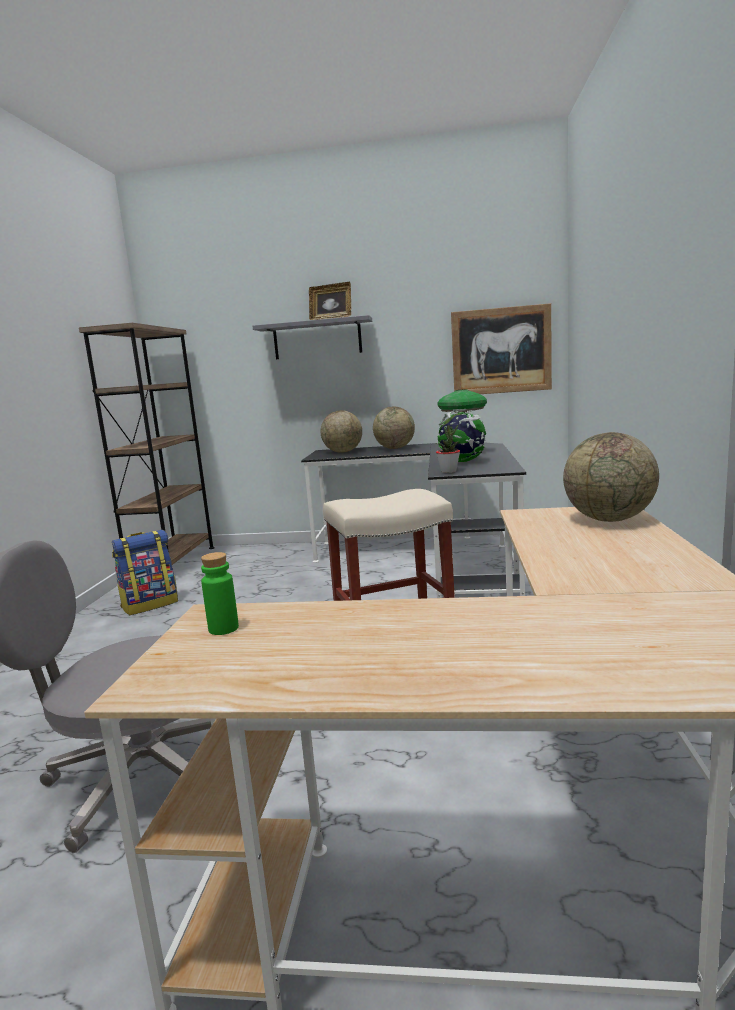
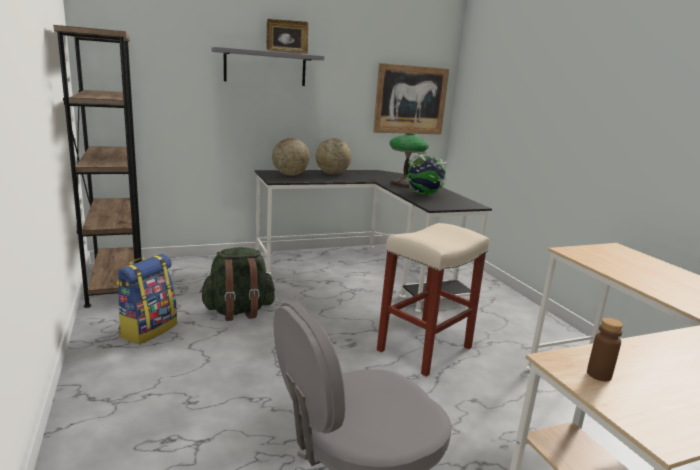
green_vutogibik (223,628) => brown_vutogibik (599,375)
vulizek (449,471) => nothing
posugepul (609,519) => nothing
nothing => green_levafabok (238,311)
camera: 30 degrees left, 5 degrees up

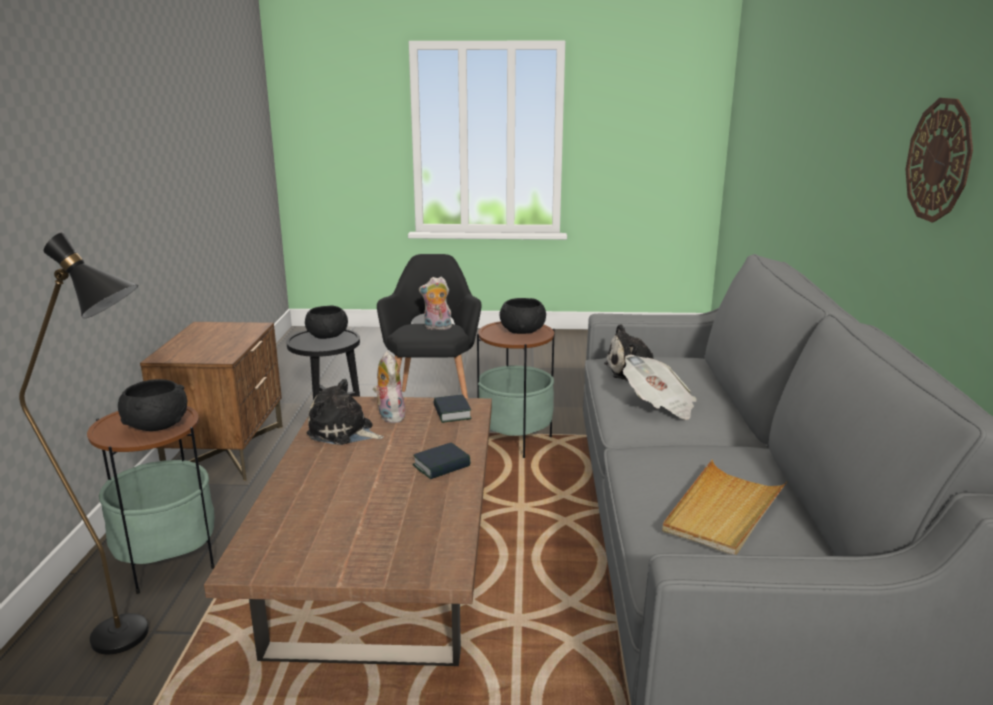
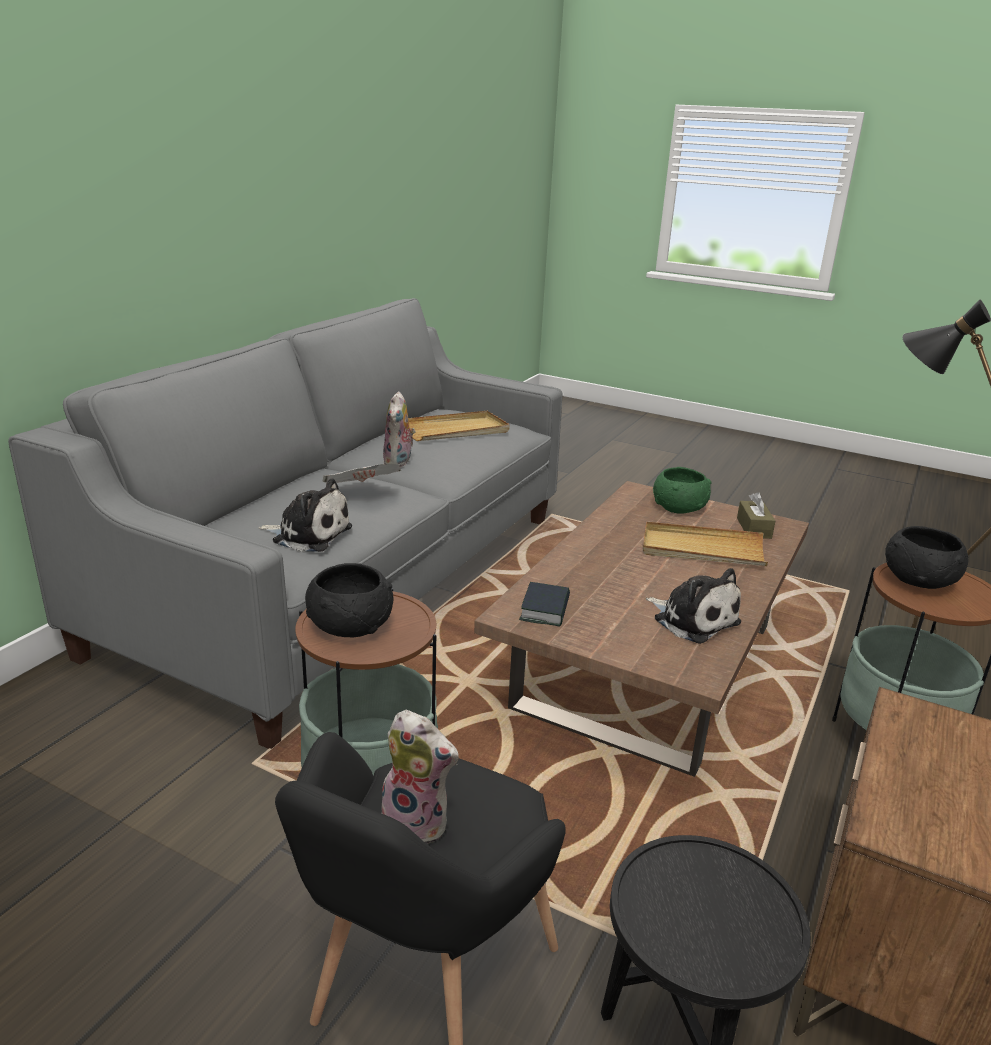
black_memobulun (327,335) => nothing
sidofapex (389,416) => sidofapex (399,462), shifted
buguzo (441,466) => nothing
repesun (939,160) => nothing
nothing => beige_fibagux (702,549)
nothing => green_memobulun (678,507)
nothing => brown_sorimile (754,528)
camera: 155 degrees left, 5 degrees up

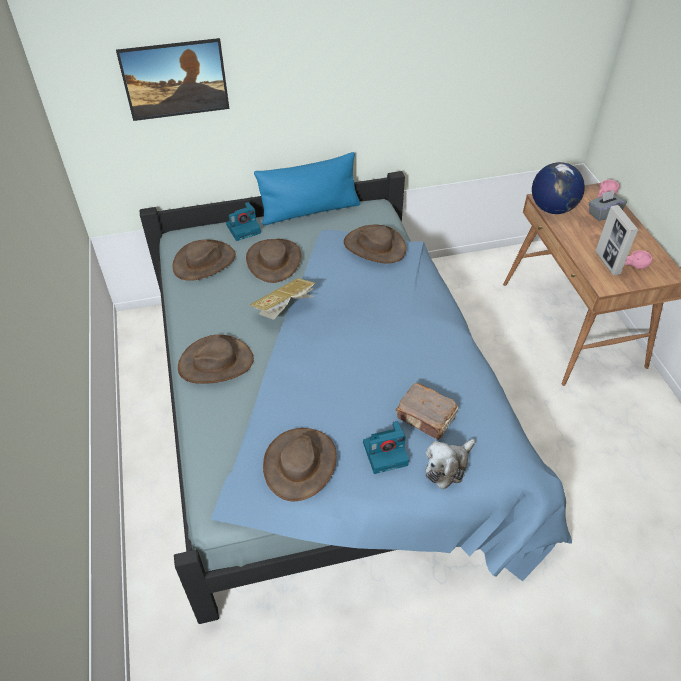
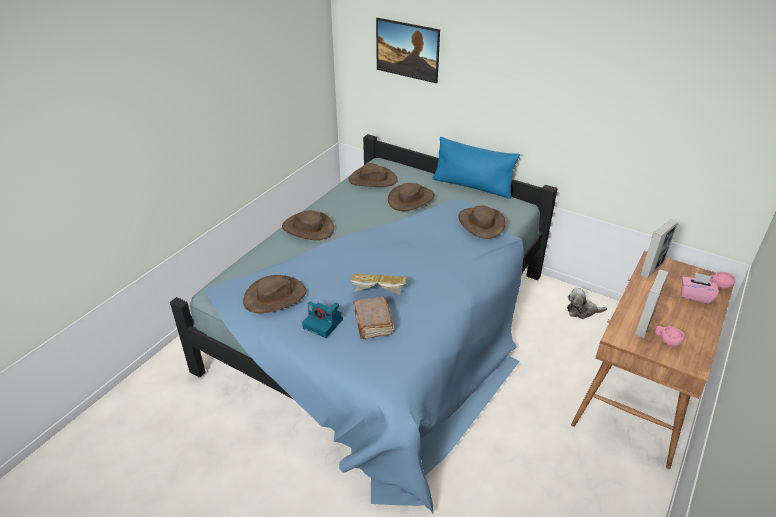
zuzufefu (244,228) => nothing
buguzo (284,308) => buguzo (378,292), shifted
sidofapex (448,467) => sidofapex (582,311), shifted
posugepul (552,208) => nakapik (651,269)
grey_sorimile (603,213) => pink_sorimile (695,296)
camera: 45 degrees right, 10 degrees down

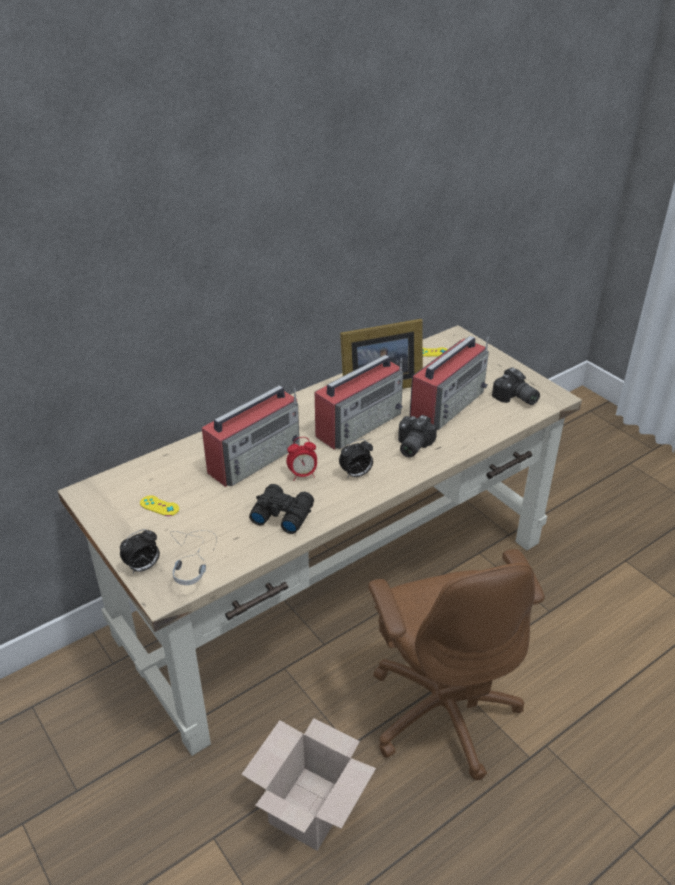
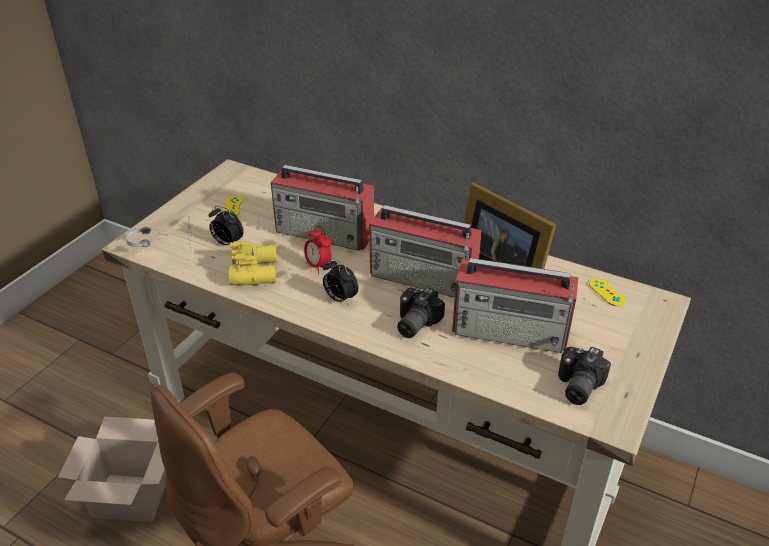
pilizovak (143,567) => pilizovak (227,243), shifted
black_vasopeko (281,514) => yellow_vasopeko (256,271)
zuzufefu (411,446) => zuzufefu (413,323), 60 degrees counterclockwise
camera: 65 degrees right, 0 degrees up

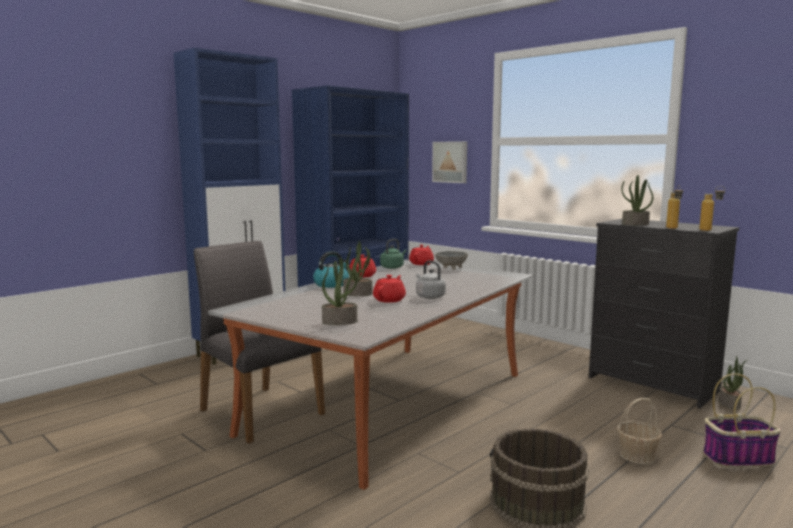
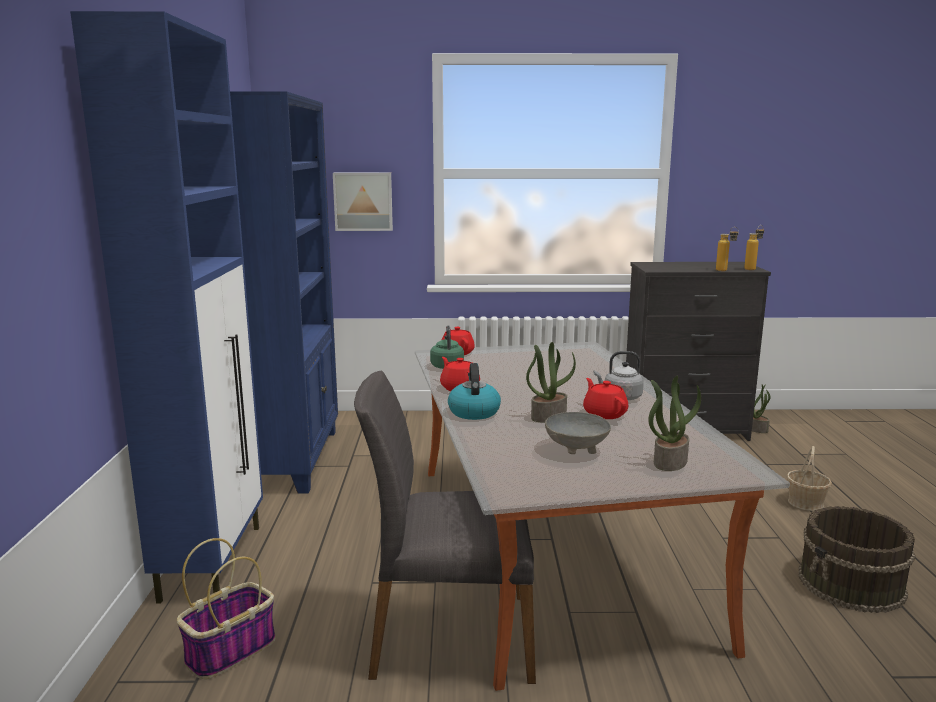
grey_memobulun (451,268) => grey_memobulun (575,449), shifted
vulizek (635,224) => nothing
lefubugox (738,458) => lefubugox (231,650), shifted
camera: 45 degrees left, 5 degrees up

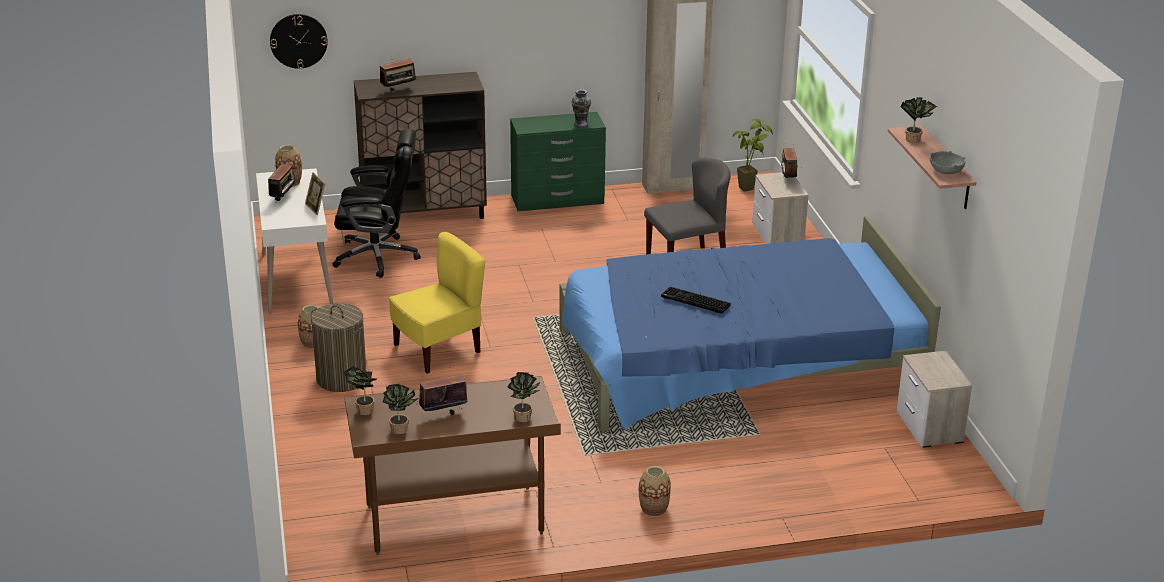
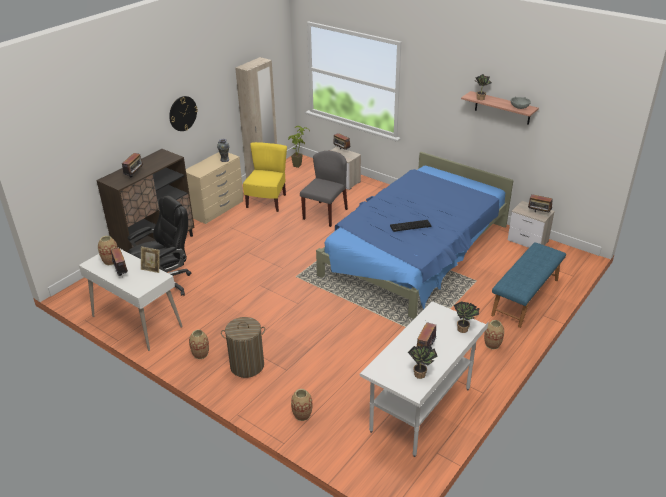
repesun (298,40) => repesun (182,113), shifted
vulizek (363,410) => nothing
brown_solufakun (454,520) => white_solufakun (421,410)
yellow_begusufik (438,350) => yellow_begusufik (267,201), shifted
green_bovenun (558,200) => beige_bovenun (217,209)
nothing => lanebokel (302,415)
nothing => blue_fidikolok (526,297)
nothing => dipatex (538,214)
camera: 40 degrees left, 5 degrees up

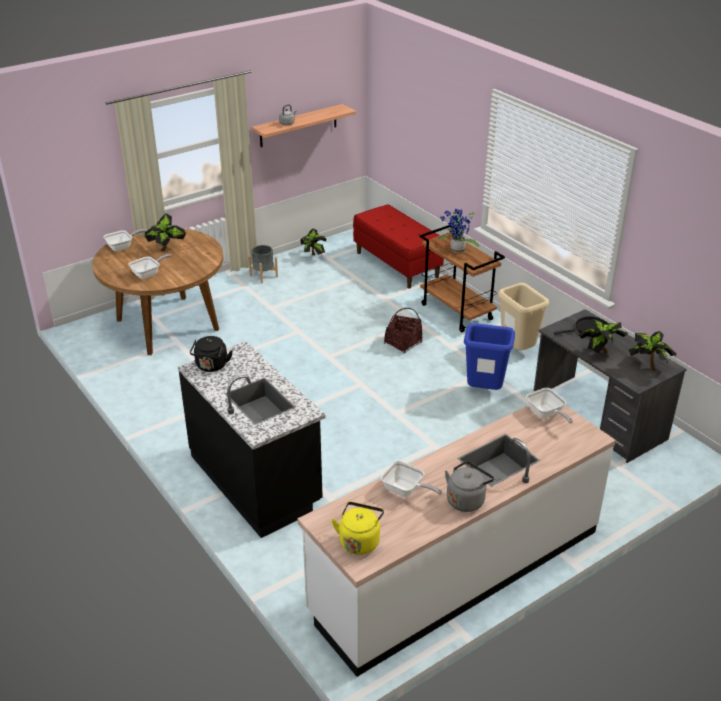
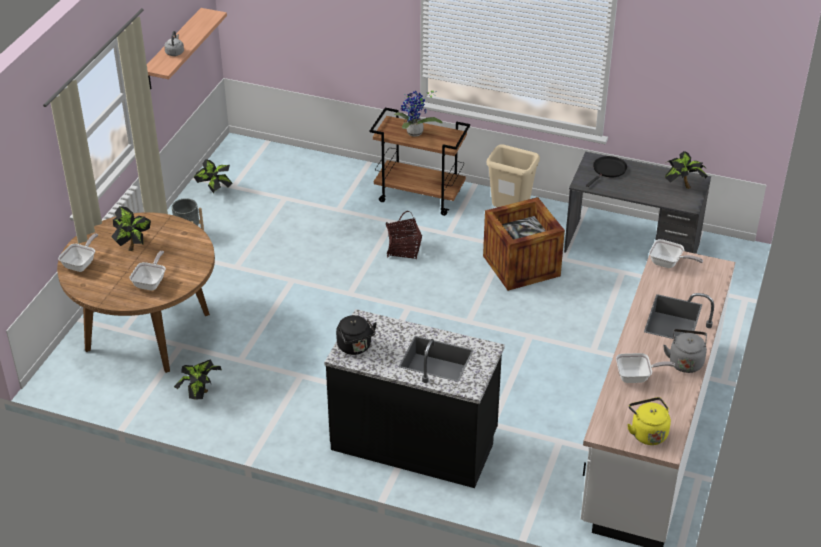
red_fidikolok (397,264) => nothing
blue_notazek (484,391) => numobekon (521,266)
vulizek (600,352) => vulizek (200,394), shifted
camera: 35 degrees left, 5 degrees up

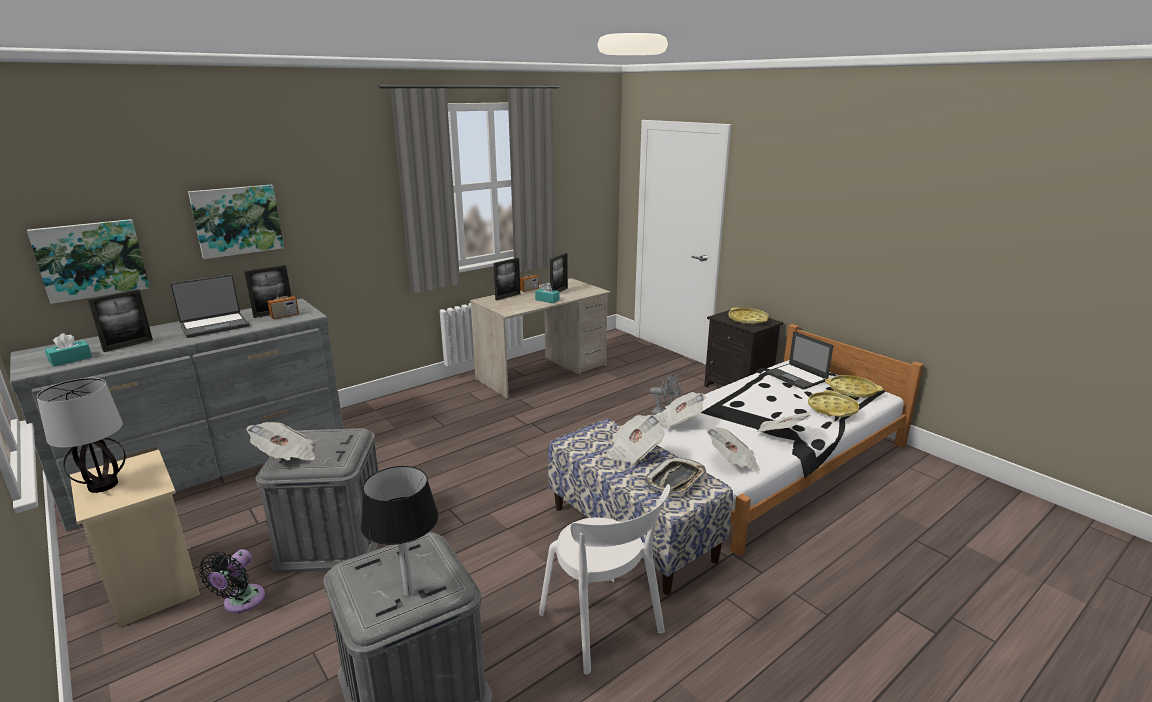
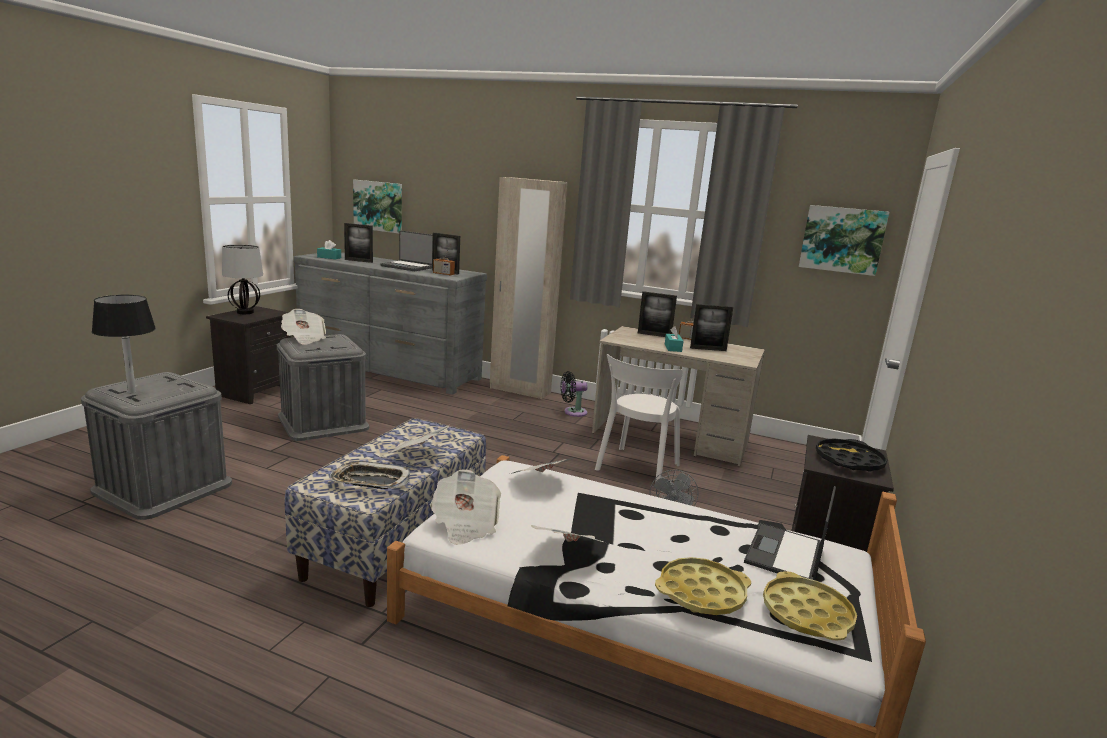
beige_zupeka (151,585) => black_zupeka (255,391)
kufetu (237,220) => kufetu (842,239), shifted
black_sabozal (241,602) => black_sabozal (572,412), shifted
white_begusufik (603,626) => white_begusufik (636,468), shifted
yellow_fibagux (747,320) => black_fibagux (848,461)
nothing => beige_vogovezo (520,390)
camera: 60 degrees right, 5 degrees down

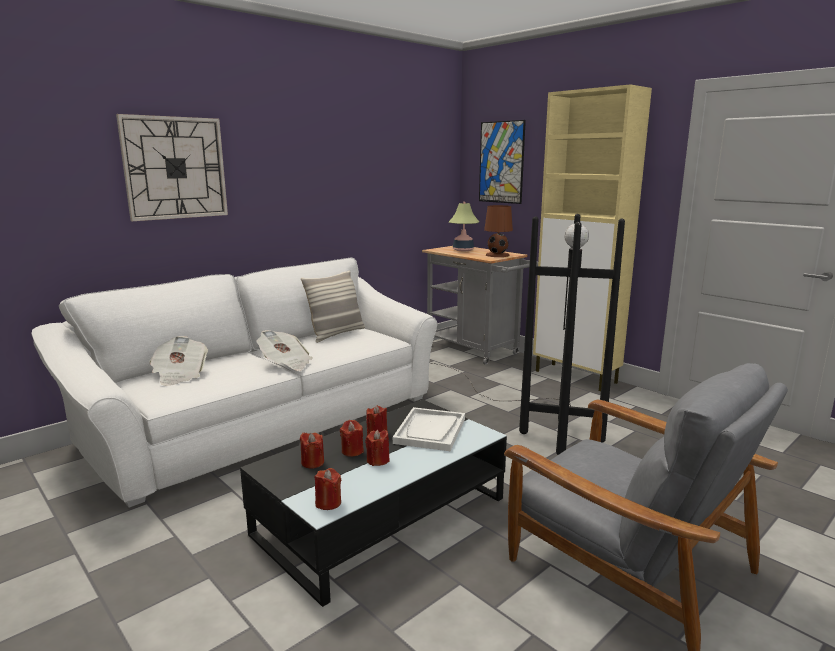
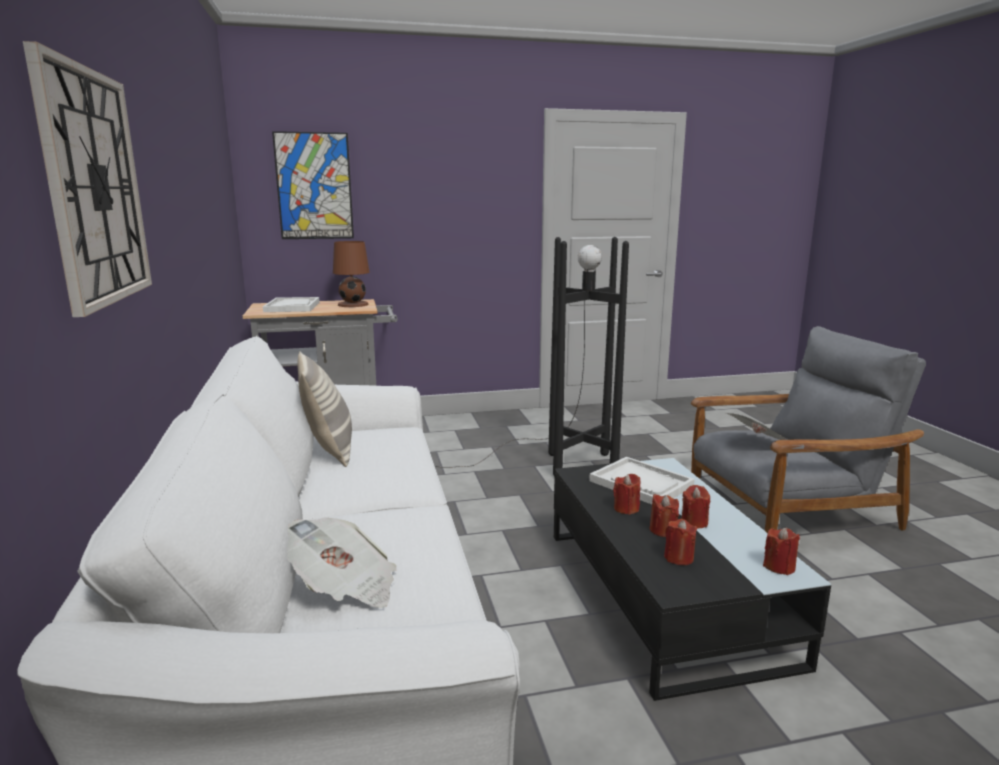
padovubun (286,363) => padovubun (758,444), shifted
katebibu (463,250) => white_fibagux (292,307)
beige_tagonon (576,377) => nothing
camera: 60 degrees left, 0 degrees up

